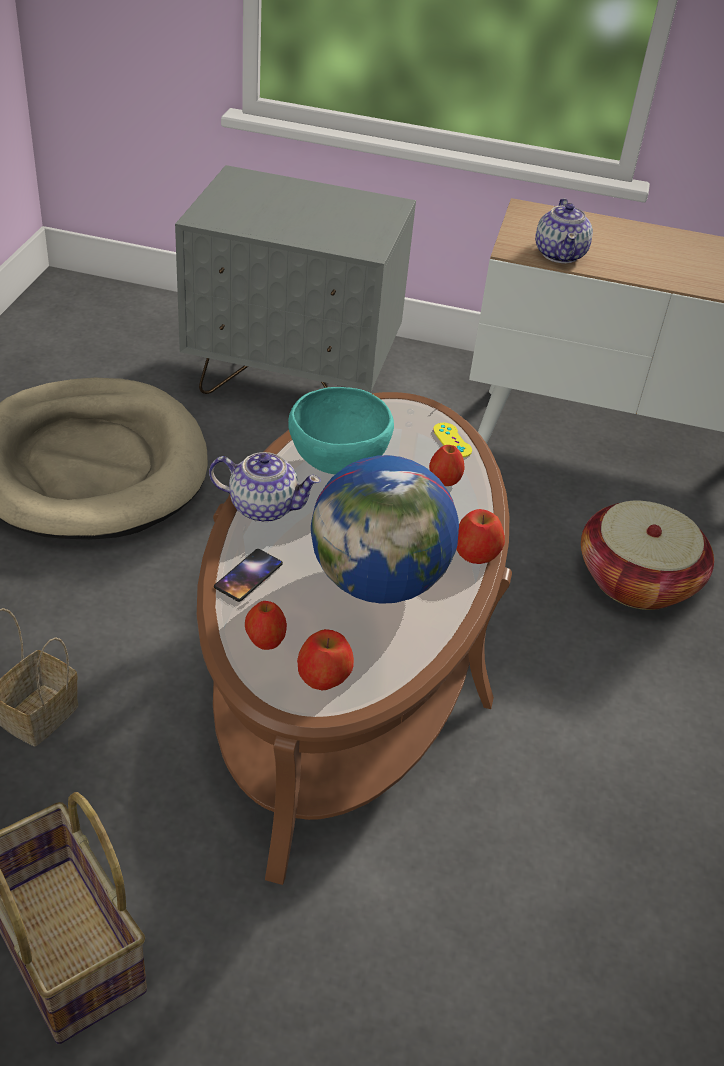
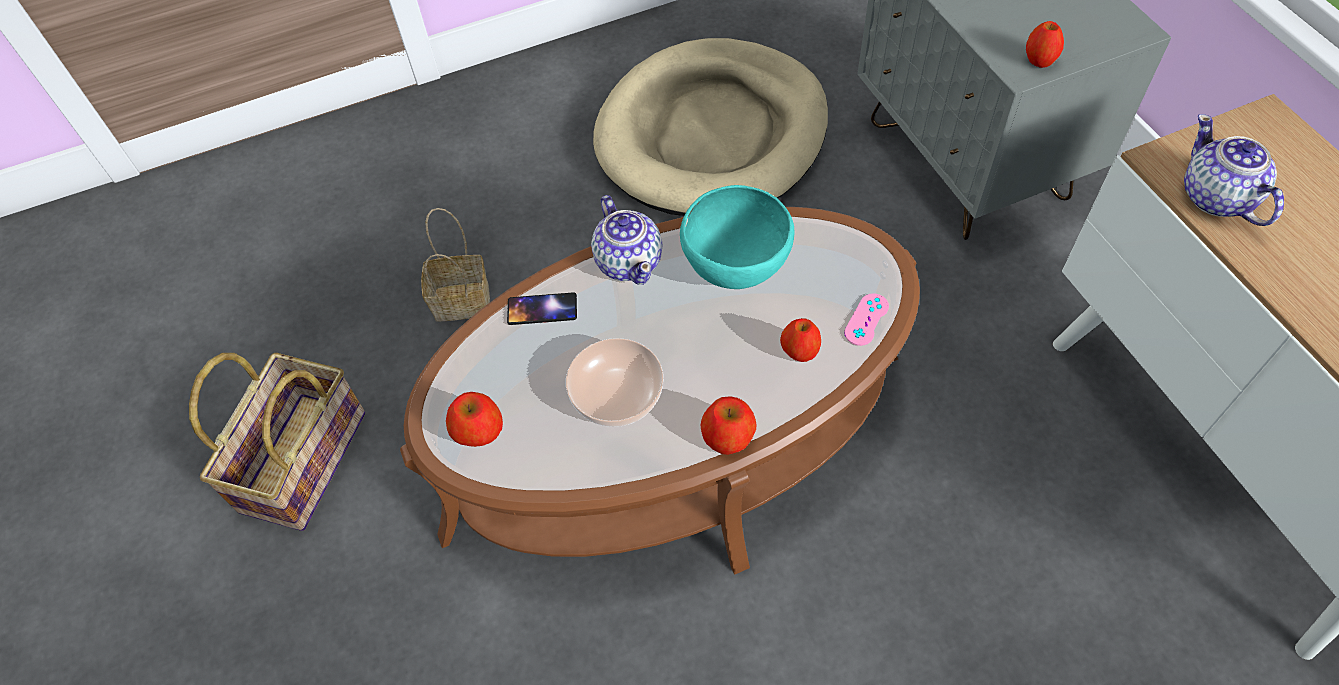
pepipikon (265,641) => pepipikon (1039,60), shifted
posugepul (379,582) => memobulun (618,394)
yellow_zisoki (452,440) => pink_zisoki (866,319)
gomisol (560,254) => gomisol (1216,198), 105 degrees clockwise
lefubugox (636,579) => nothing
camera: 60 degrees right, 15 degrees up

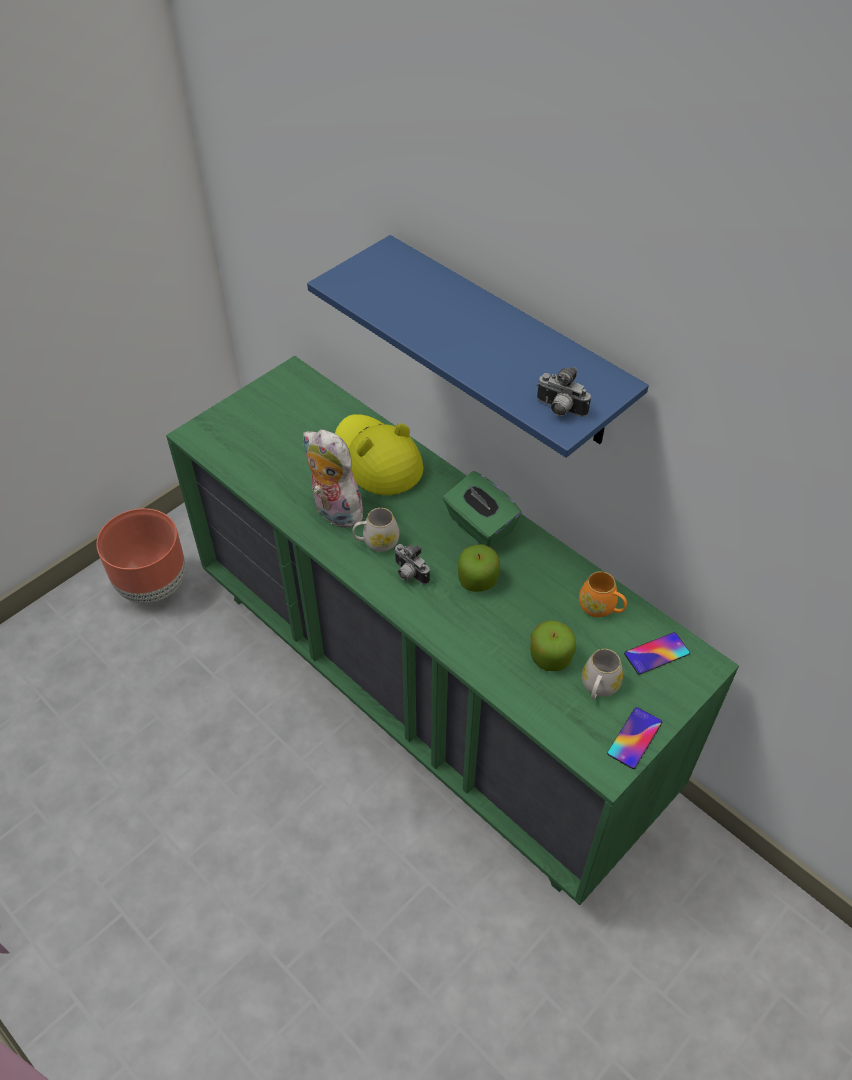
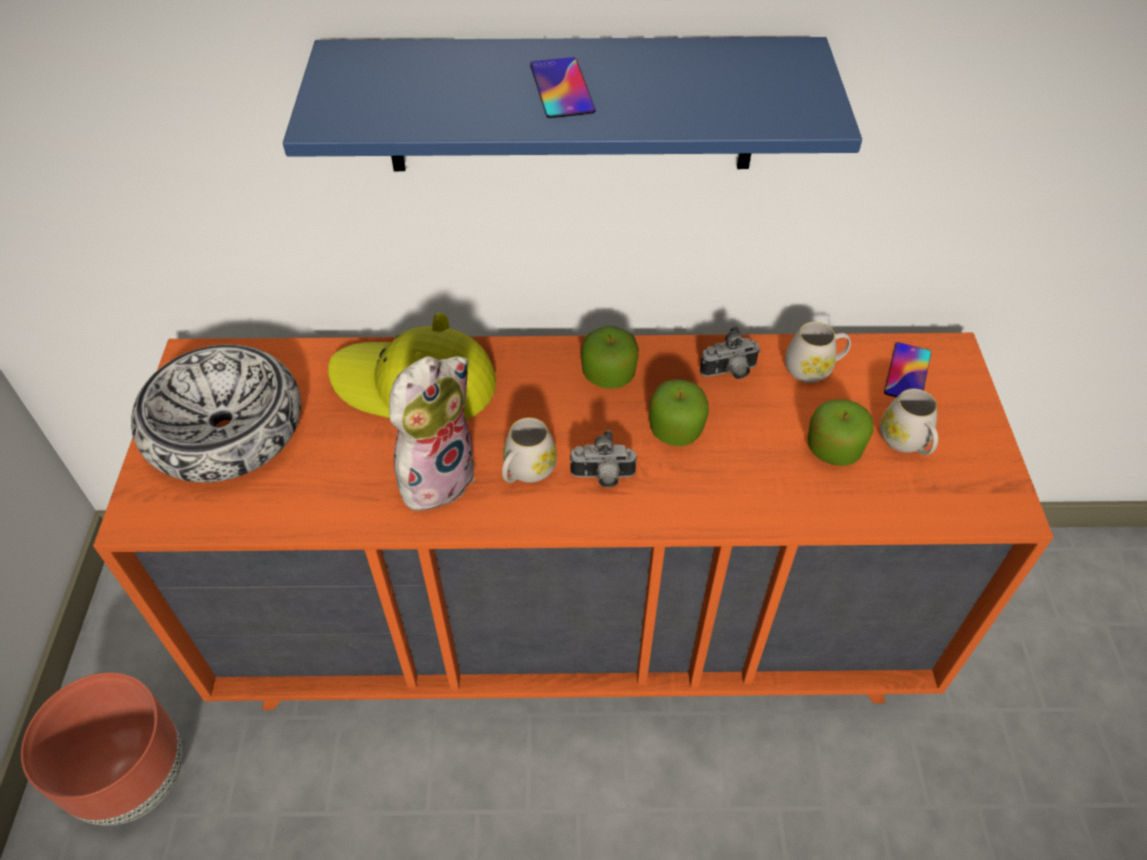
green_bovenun (427,691) => orange_bovenun (575,627)
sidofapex (334,511) => sidofapex (436,475), 135 degrees clockwise
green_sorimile (479,525) => pepipikon (608,375)
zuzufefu (559,410) => zuzufefu (730,373), shifted
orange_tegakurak (601,608) => white_tegakurak (813,368)
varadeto (634,738) => varadeto (561,88), shifted
nothing => memobulun (225,428)
camera: 45 degrees left, 0 degrees up

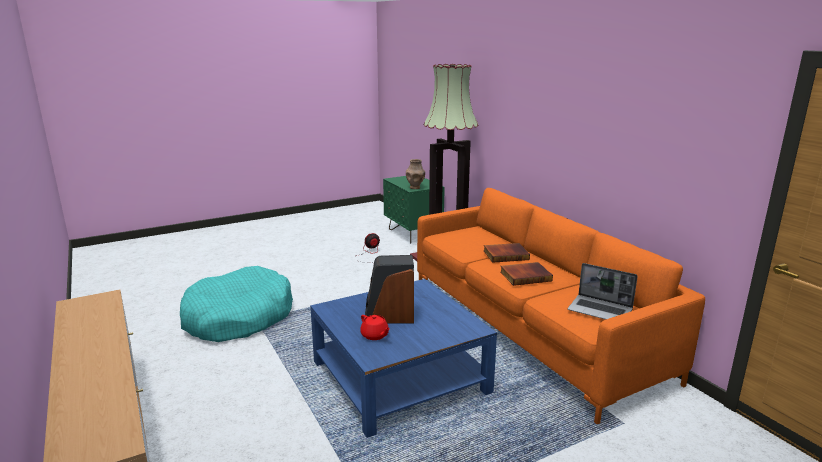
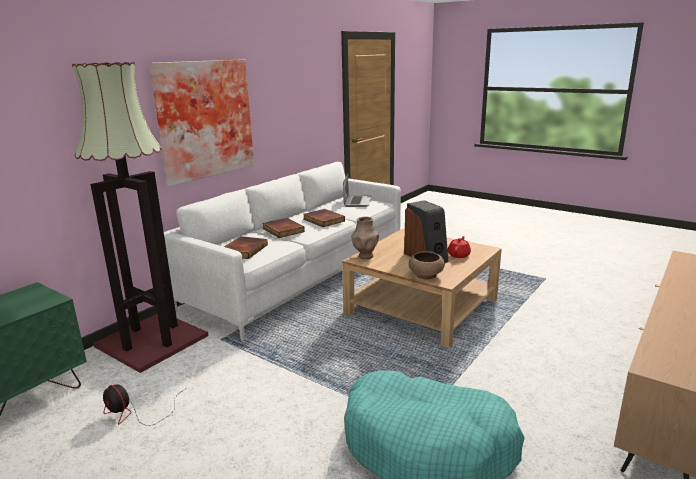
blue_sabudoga (399,377) => beige_sabudoga (421,306)
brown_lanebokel (415,187) => brown_lanebokel (365,256), shifted
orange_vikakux (530,328) => white_vikakux (300,276)
nothing => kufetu (203,119)
nothing => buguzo (243,250)
nothing => brown_memobulun (426,275)
camera: 115 degrees left, 0 degrees up

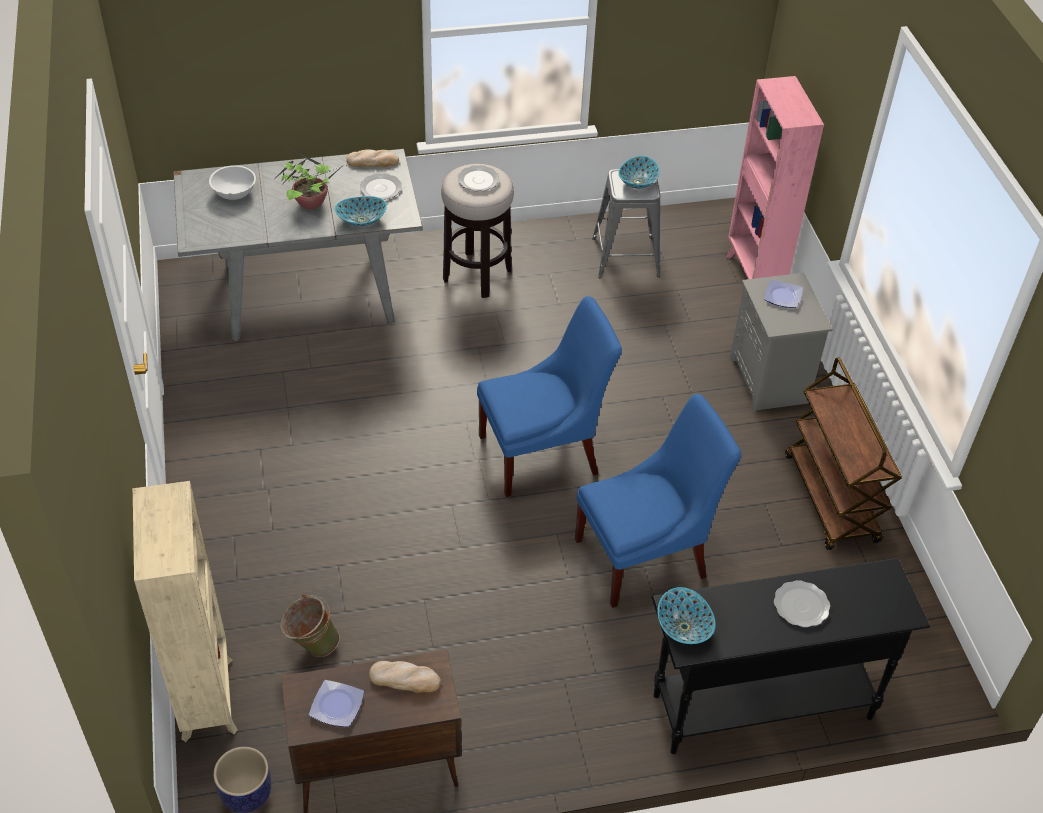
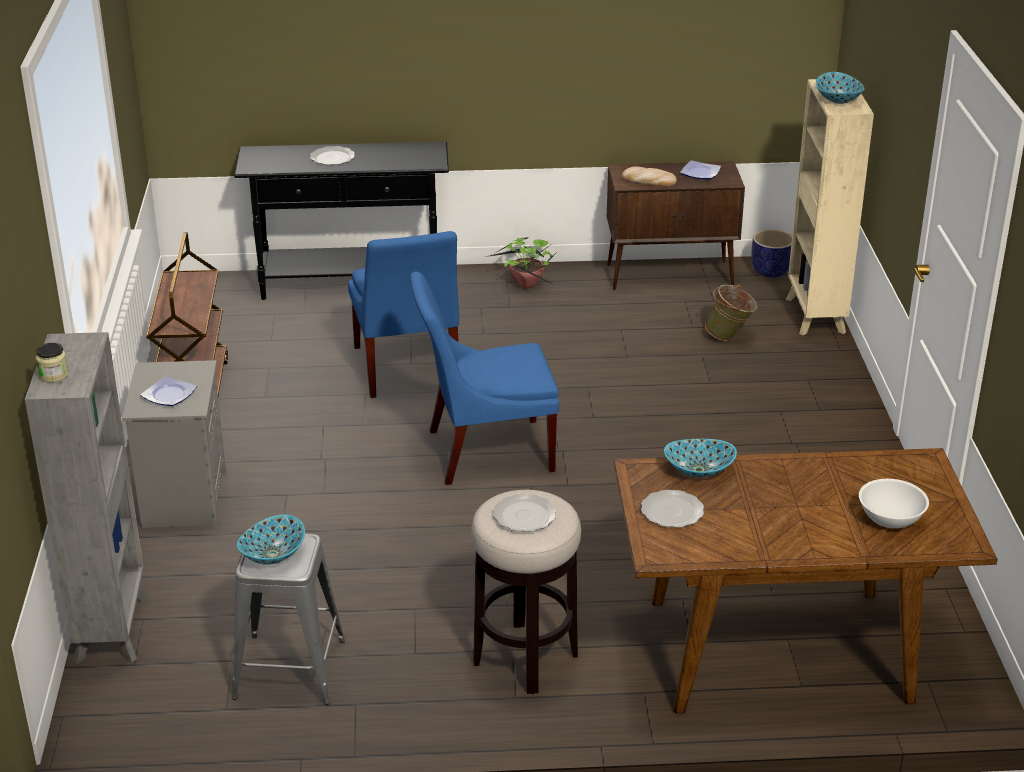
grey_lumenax (306,293) => brown_lumenax (781,650)
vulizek (309,203) => vulizek (527,285), shifted
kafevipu (372,161) => nothing
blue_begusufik (646,556) => blue_begusufik (406,369), 90 degrees counterclockwise
memobulun (683,627) => memobulun (838,99), shifted
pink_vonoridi (754,275) => grey_vonoridi (112,627)
nothing => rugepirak (54,375)
camera: 170 degrees left, 15 degrees down

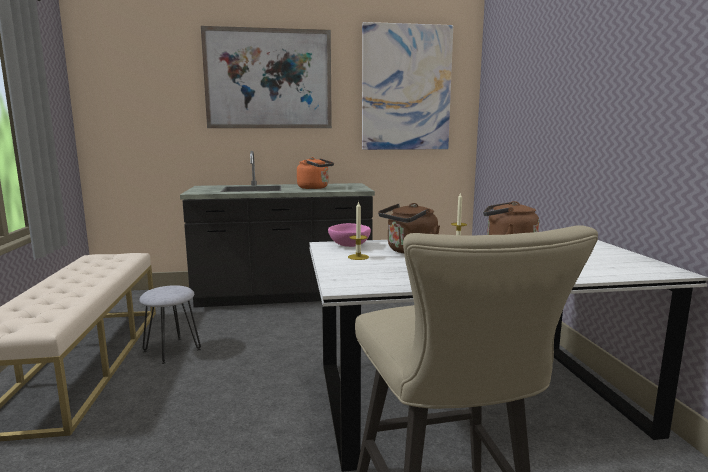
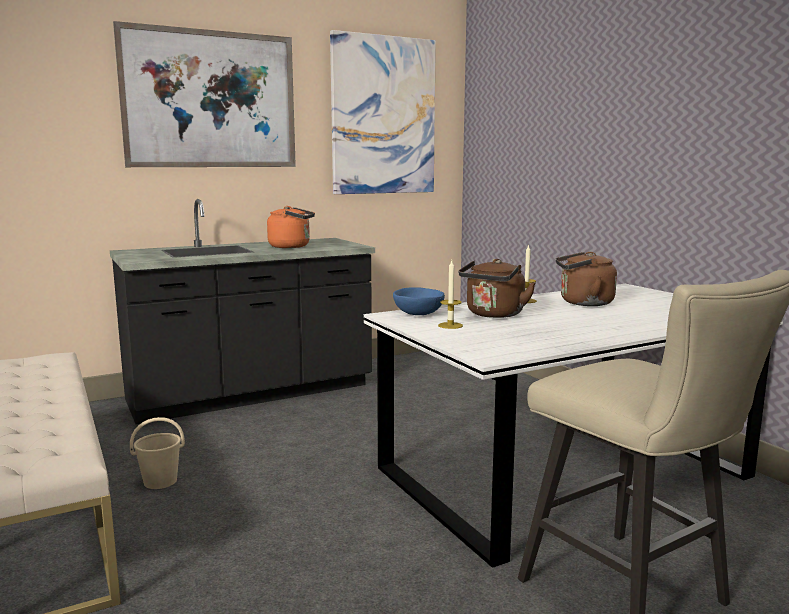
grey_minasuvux (171,350) => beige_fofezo (159,481)
pink_memobulun (348,245) => blue_memobulun (418,314)
camera: 20 degrees left, 0 degrees up

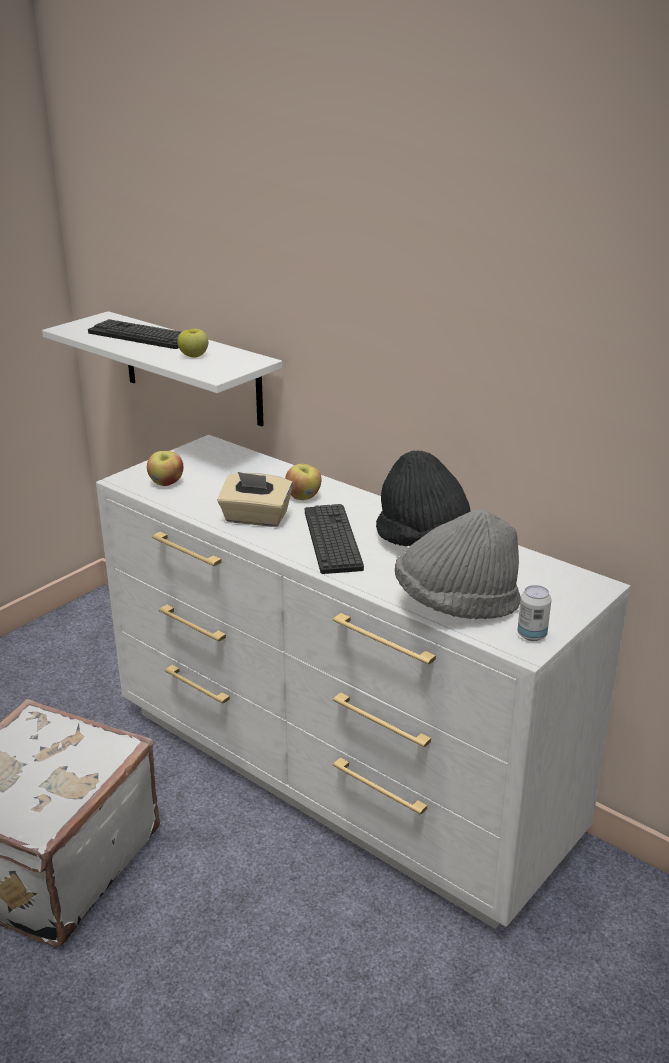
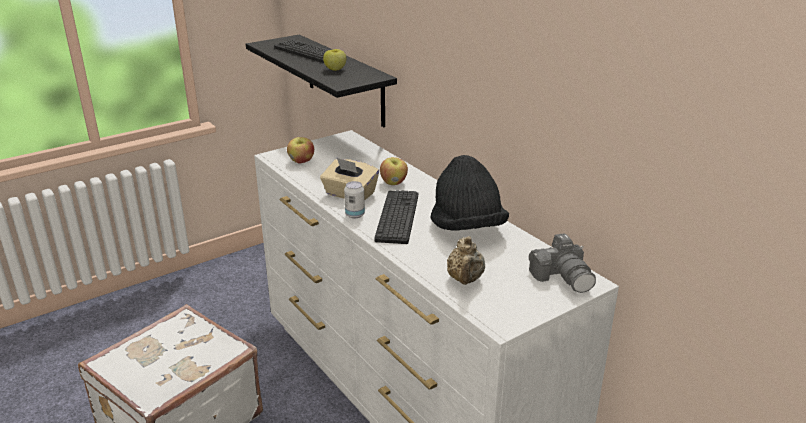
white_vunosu (191,368) => black_vunosu (344,80)
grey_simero (456,604) => beige_gomisol (465,280)
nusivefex (532,635) => nusivefex (355,215), shifted
nothing => zuzufefu (563,277)
camera: 15 degrees right, 0 degrees up

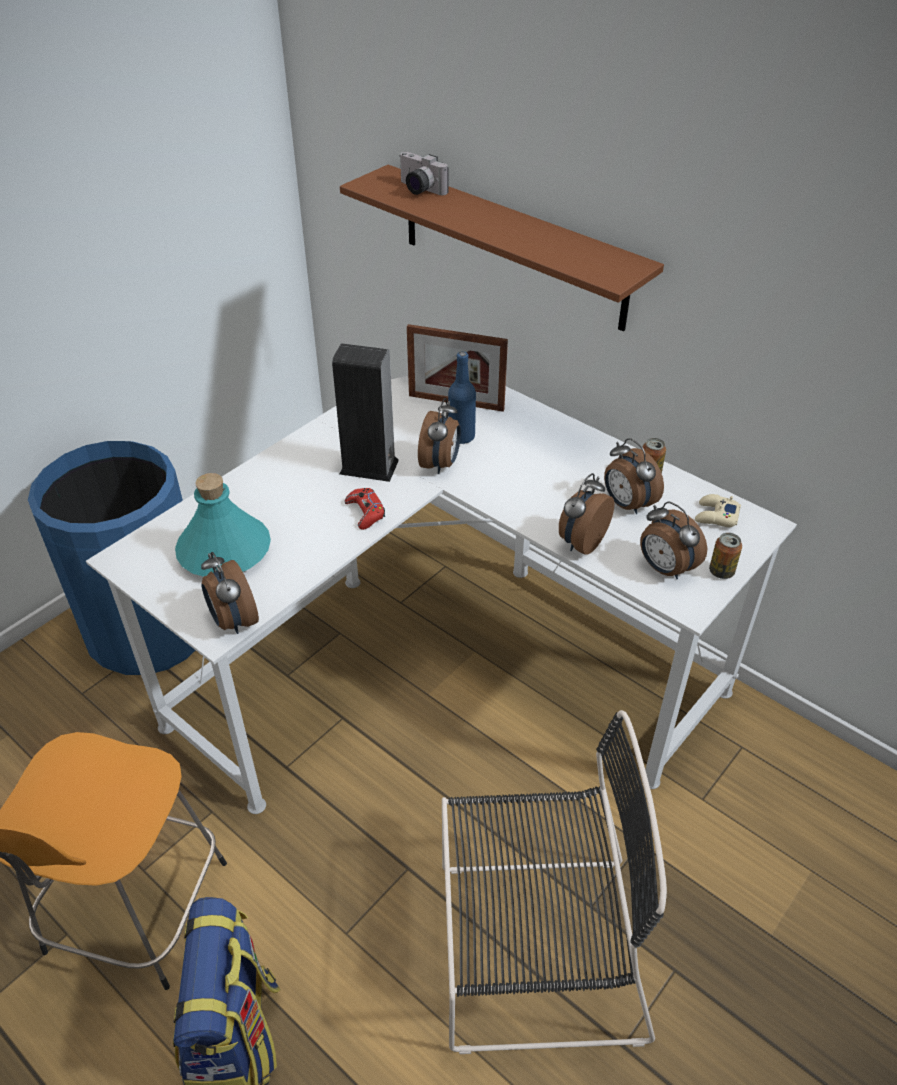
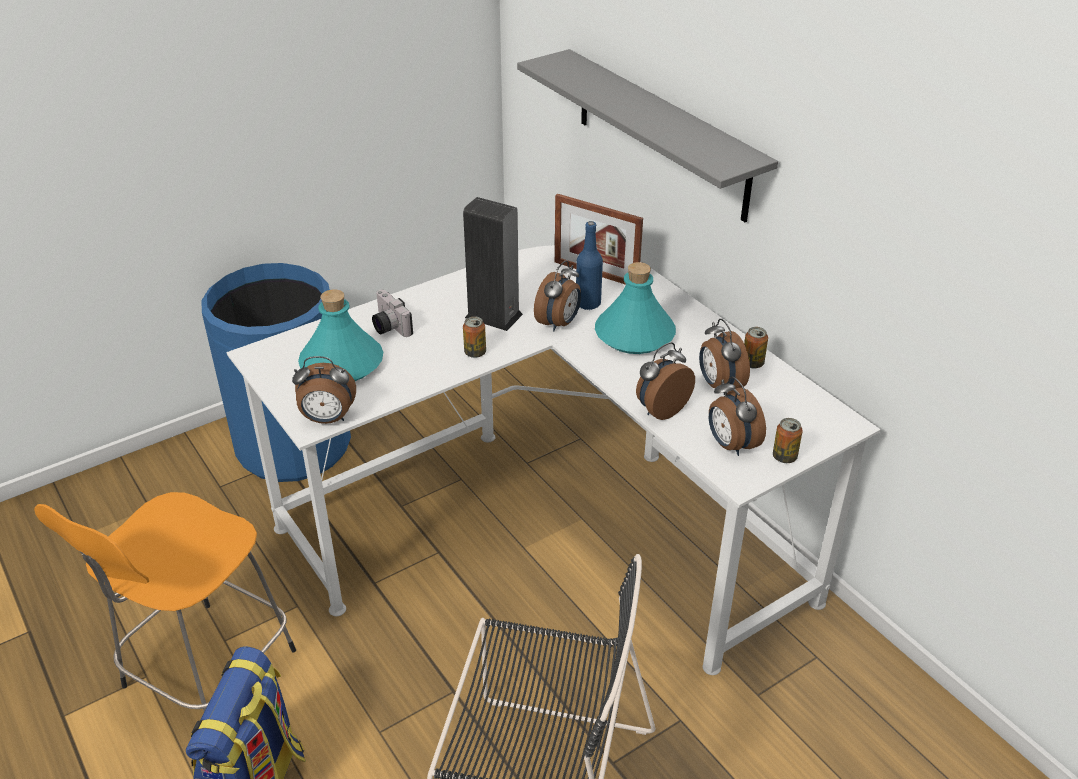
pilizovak (233,621) => pilizovak (327,419), 75 degrees counterclockwise
brown_vunosu (512,247) => grey_vunosu (661,134)
red_zisoki (365,512) => nusivefex (475,353)
zuzufefu (418,190) => zuzufefu (388,326), shifted
beige_zisoki (716,516) => nothing
nothing => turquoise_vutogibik (635,335)
camera: 15 degrees right, 5 degrees down

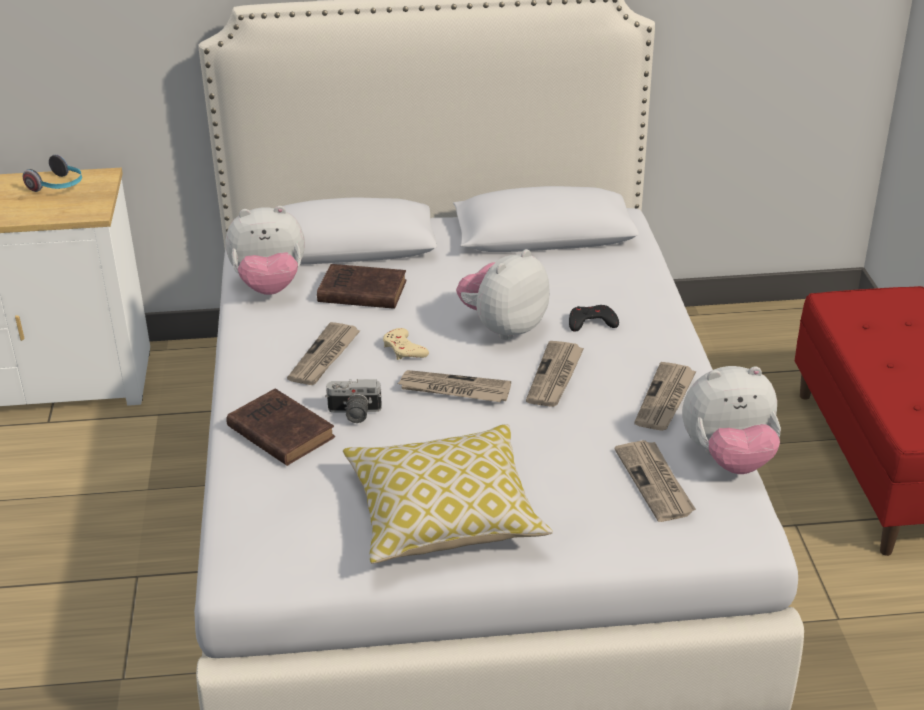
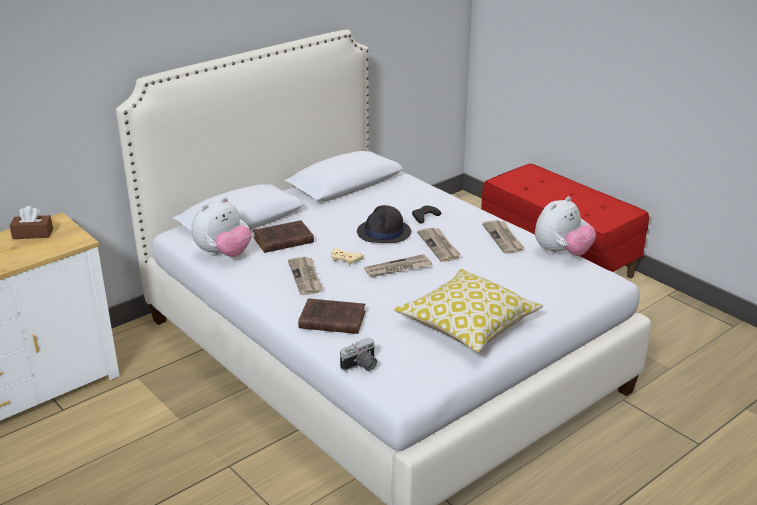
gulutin (58,186) => brown_sorimile (33,234)
zuzufefu (354,414) => zuzufefu (361,366), shifted
sidofapex (503,327) => black_simero (384,232)
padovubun (655,483) => nothing
camera: 35 degrees left, 5 degrees down

